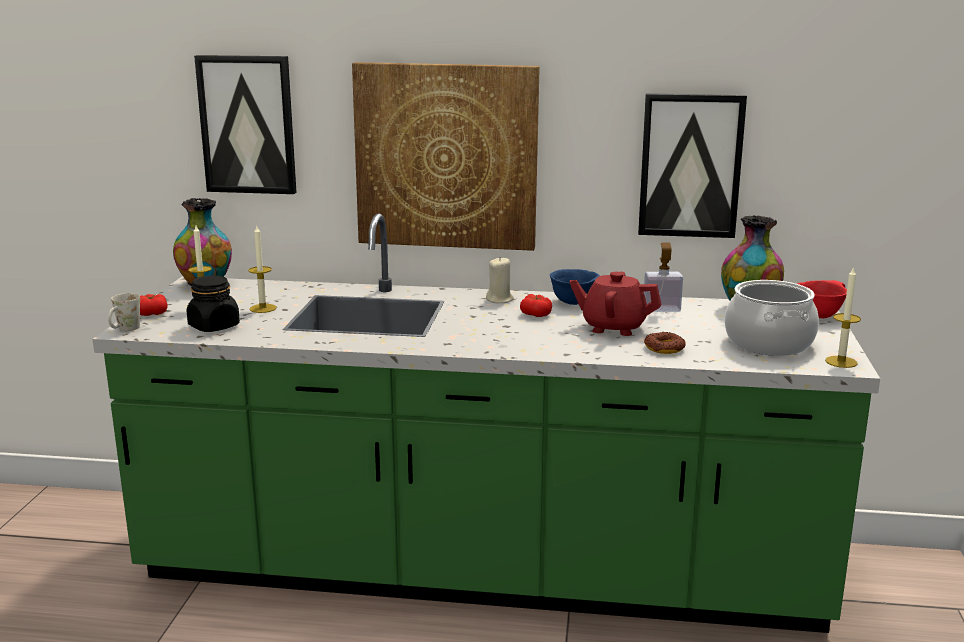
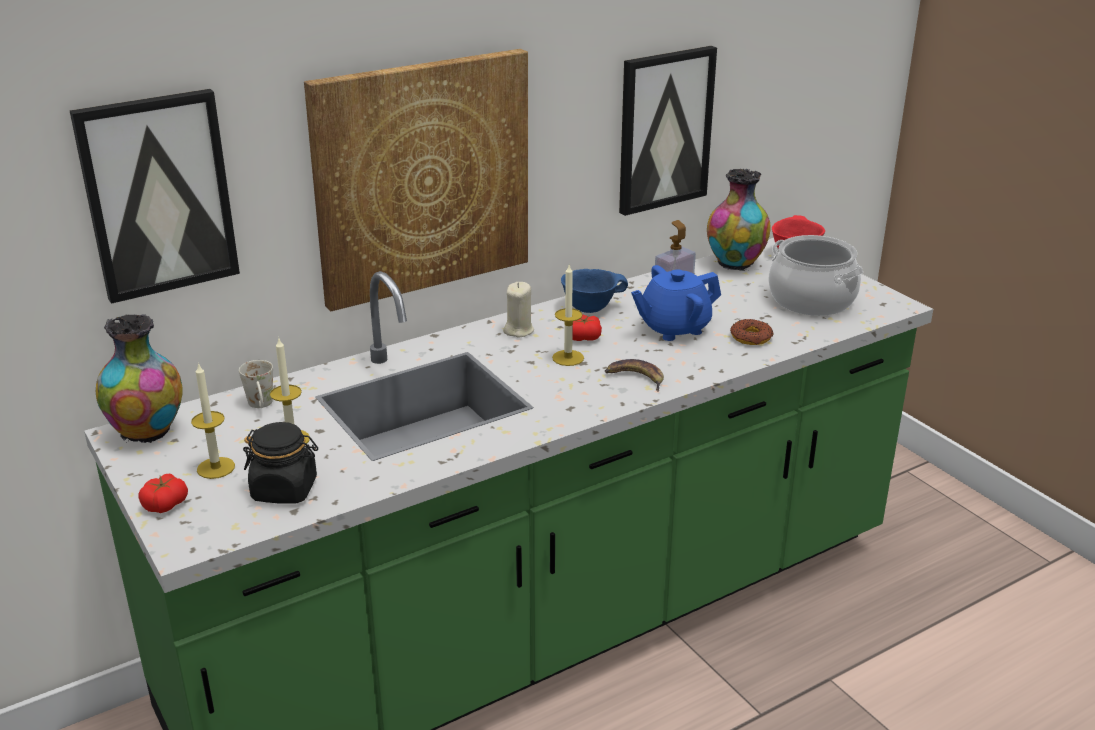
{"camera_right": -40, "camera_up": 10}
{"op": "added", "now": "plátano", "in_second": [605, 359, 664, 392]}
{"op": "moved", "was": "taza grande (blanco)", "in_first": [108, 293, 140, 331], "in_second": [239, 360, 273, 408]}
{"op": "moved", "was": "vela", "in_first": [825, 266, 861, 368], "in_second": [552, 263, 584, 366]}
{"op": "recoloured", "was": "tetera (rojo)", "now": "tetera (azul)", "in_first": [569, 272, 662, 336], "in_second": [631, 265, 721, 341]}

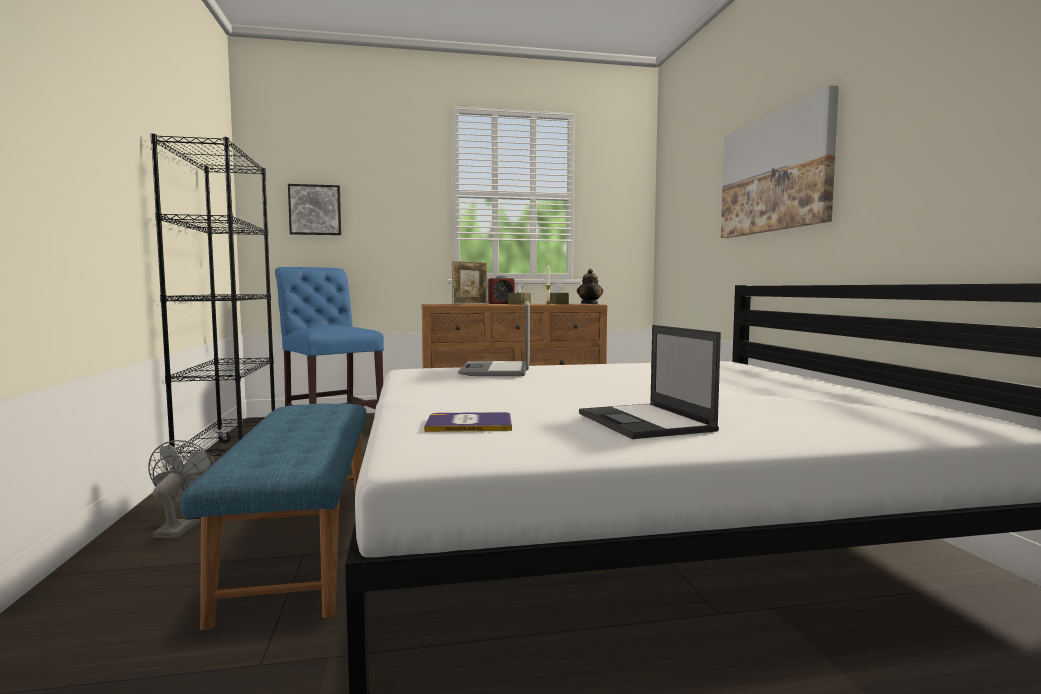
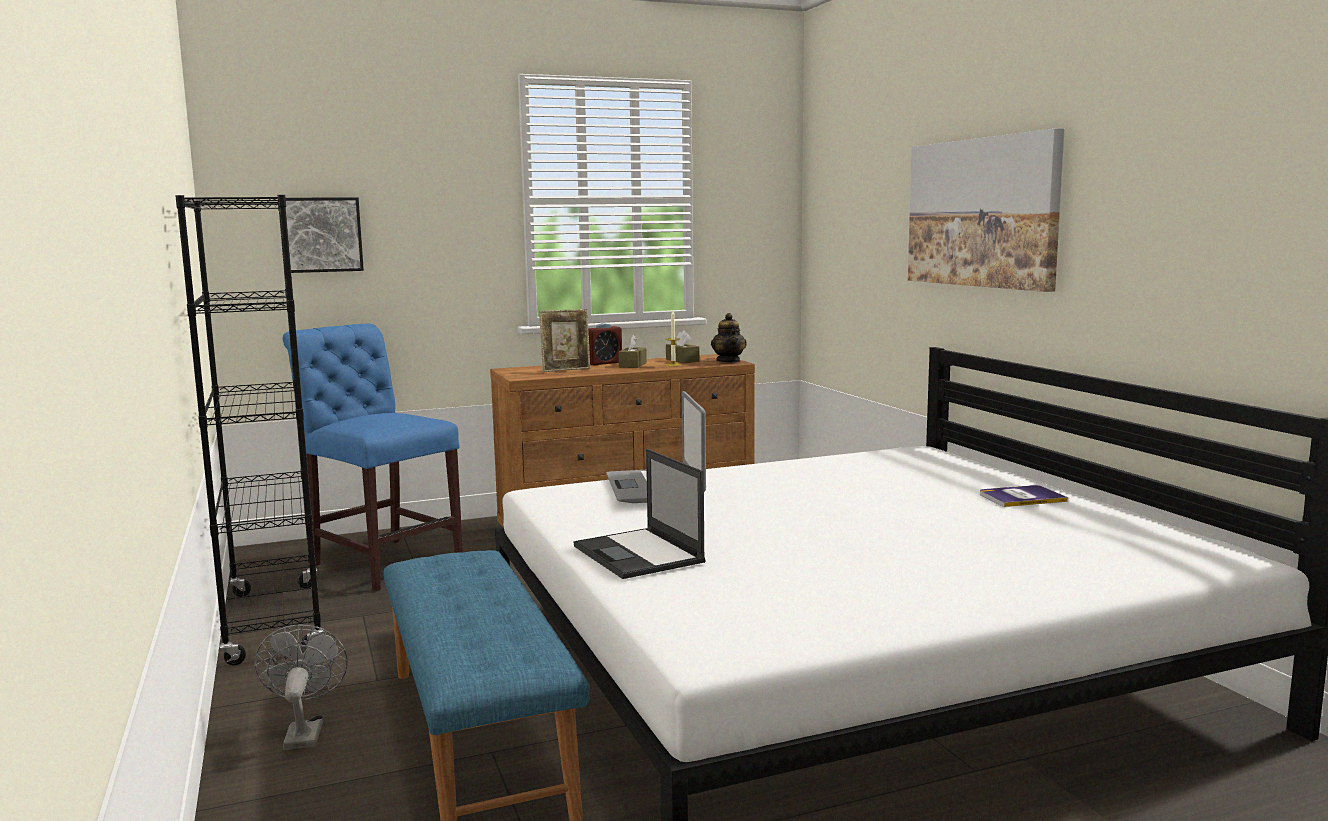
{"camera_right": -10, "camera_up": 5}
{"op": "moved", "was": "libro", "in_first": [424, 412, 512, 432], "in_second": [980, 485, 1068, 507]}
{"op": "moved", "was": "portátil", "in_first": [579, 325, 721, 439], "in_second": [574, 449, 706, 579]}

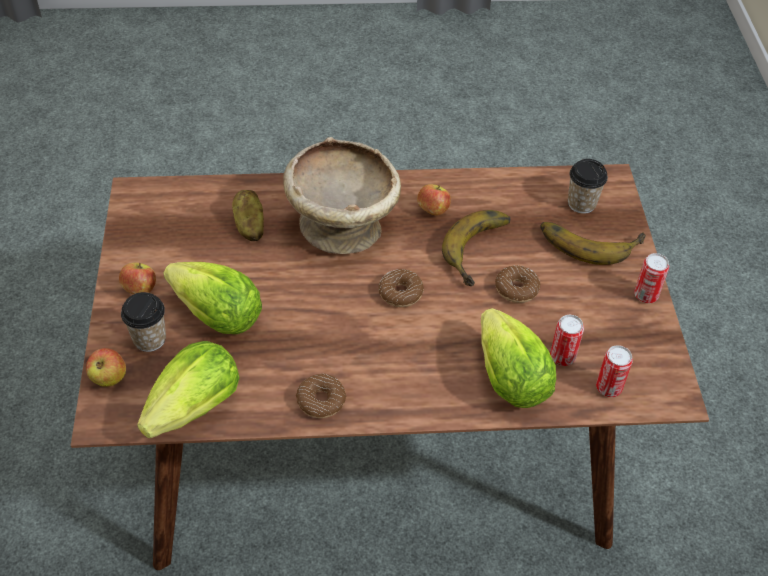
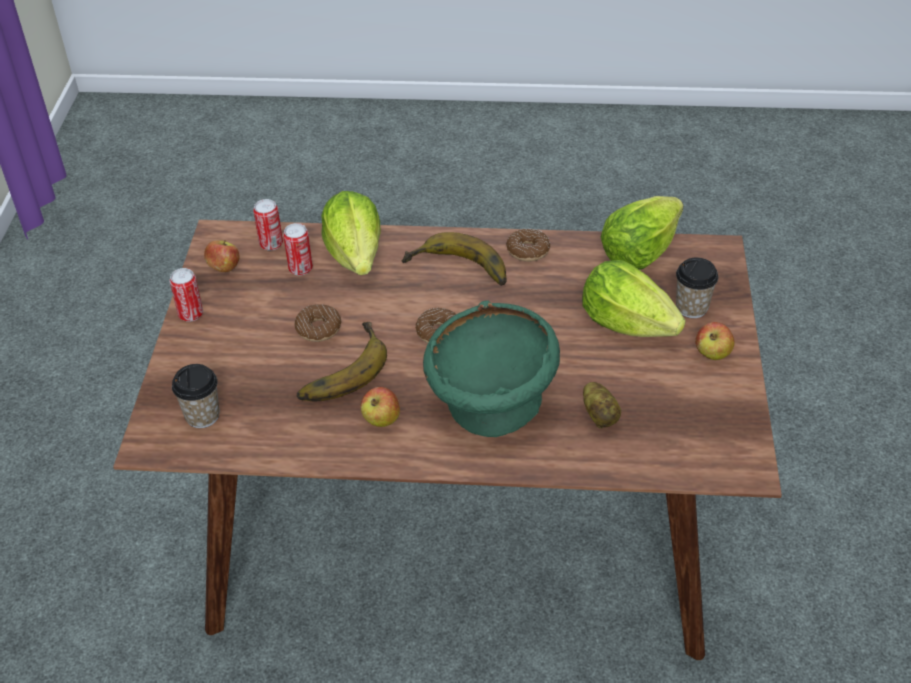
{"camera_right": -170, "camera_up": -5}
{"op": "moved", "was": "manzana", "in_first": [86, 348, 126, 387], "in_second": [204, 240, 240, 272]}
{"op": "moved", "was": "plátano", "in_first": [540, 222, 646, 265], "in_second": [402, 232, 507, 286]}
{"op": "recoloured", "was": "cuenco (beis)", "now": "cuenco (verde)", "in_first": [283, 137, 401, 254], "in_second": [423, 301, 560, 437]}

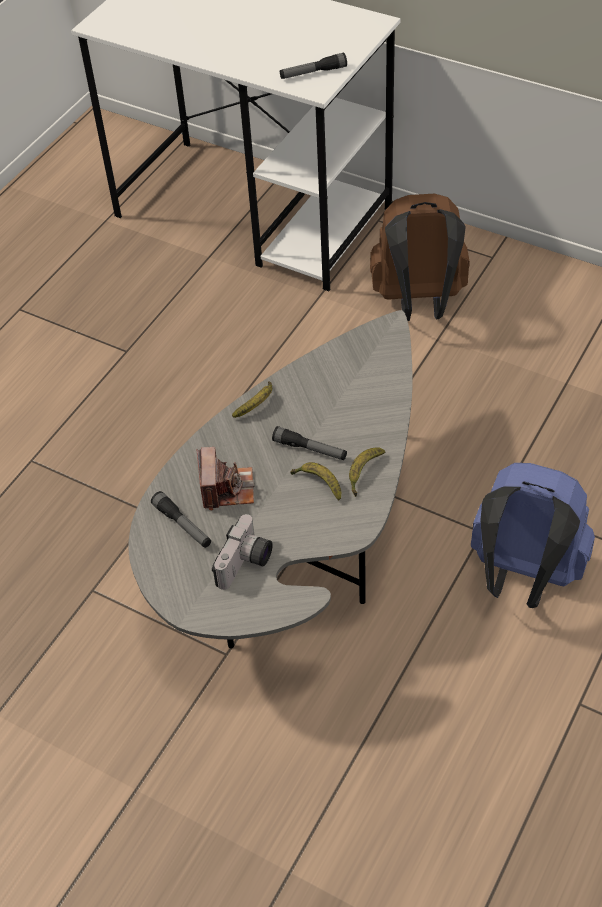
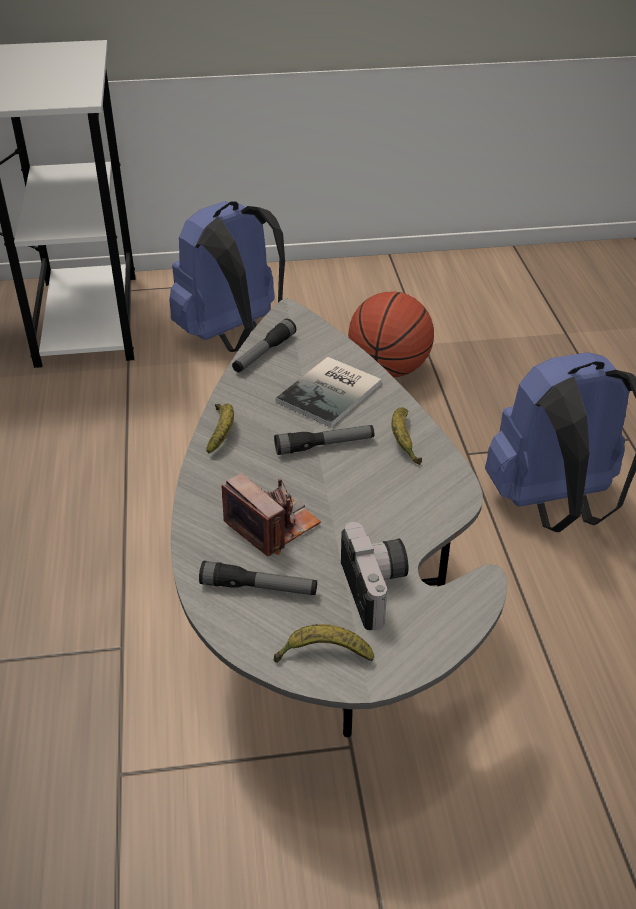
{"camera_right": -40, "camera_up": -10}
{"op": "added", "now": "libro", "in_second": [276, 357, 381, 427]}
{"op": "added", "now": "balón de baloncesto", "in_second": [348, 291, 434, 377]}
{"op": "moved", "was": "linterna", "in_first": [280, 53, 347, 79], "in_second": [232, 318, 296, 372]}
{"op": "moved", "was": "plátano", "in_first": [290, 462, 341, 500], "in_second": [273, 624, 374, 663]}
{"op": "recoloured", "was": "mochila (marrón)", "now": "mochila (azul)", "in_first": [370, 194, 470, 321], "in_second": [169, 201, 285, 352]}

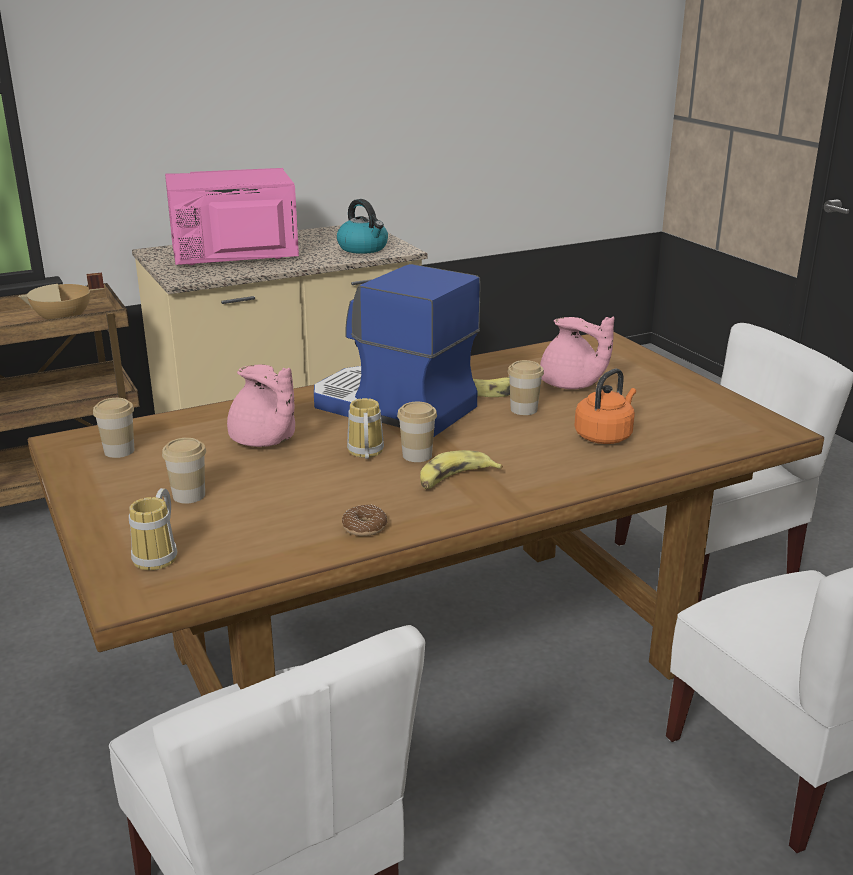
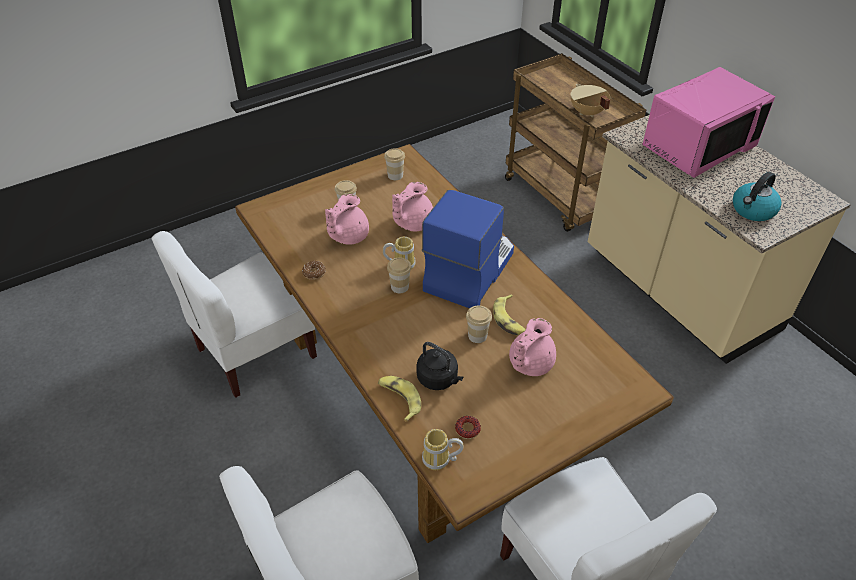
{"camera_right": 85, "camera_up": 20}
{"op": "added", "now": "tetera (rosa)", "in_second": [325, 194, 369, 245]}
{"op": "added", "now": "rosquilla", "in_second": [455, 416, 481, 439]}
{"op": "moved", "was": "taza grande", "in_first": [129, 488, 177, 570], "in_second": [422, 429, 463, 470]}
{"op": "moved", "was": "plátano", "in_first": [420, 450, 503, 489], "in_second": [378, 376, 421, 422]}
{"op": "recoloured", "was": "hervidor (naranja)", "now": "hervidor (negro)", "in_first": [574, 369, 636, 444], "in_second": [416, 342, 463, 390]}
{"op": "turned", "was": "microondas (rosa)", "in_first": [165, 168, 299, 265], "in_second": [642, 67, 775, 178], "clockwise": 75}

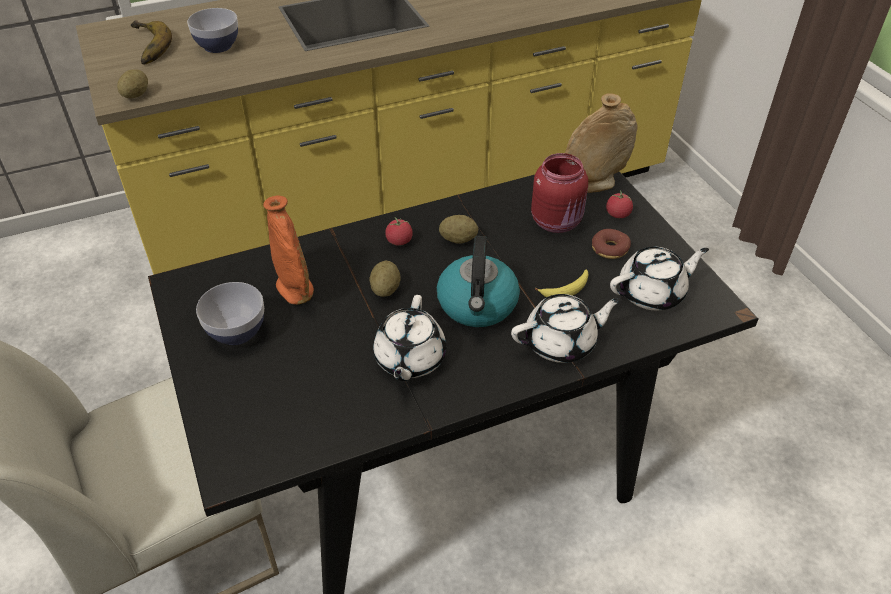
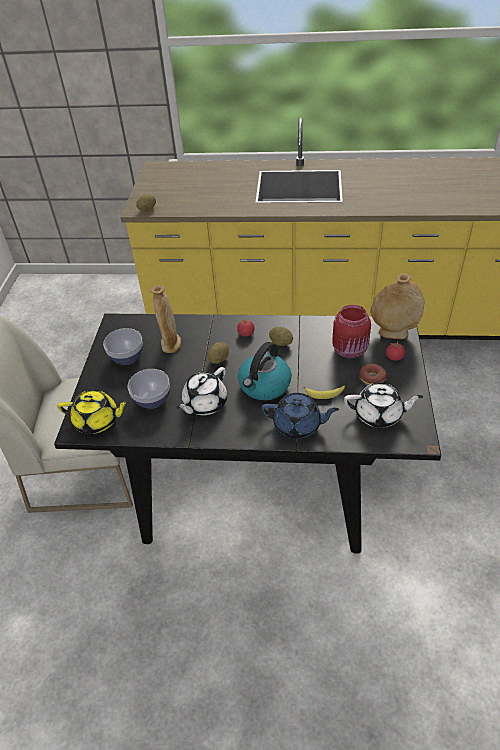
{"camera_right": 30, "camera_up": 0}
{"op": "removed", "was": "plátano", "in_first": [131, 20, 172, 65]}
{"op": "added", "now": "tetera (amarillo)", "in_second": [58, 390, 130, 434]}
{"op": "moved", "was": "cuenco", "in_first": [187, 8, 238, 53], "in_second": [128, 369, 170, 409]}
{"op": "recoloured", "was": "florero (naranja)", "now": "florero (beis)", "in_first": [263, 195, 314, 305], "in_second": [151, 285, 181, 353]}
{"op": "recoloured", "was": "tetera (blanco)", "now": "tetera (azul)", "in_first": [511, 294, 622, 363], "in_second": [261, 393, 339, 438]}

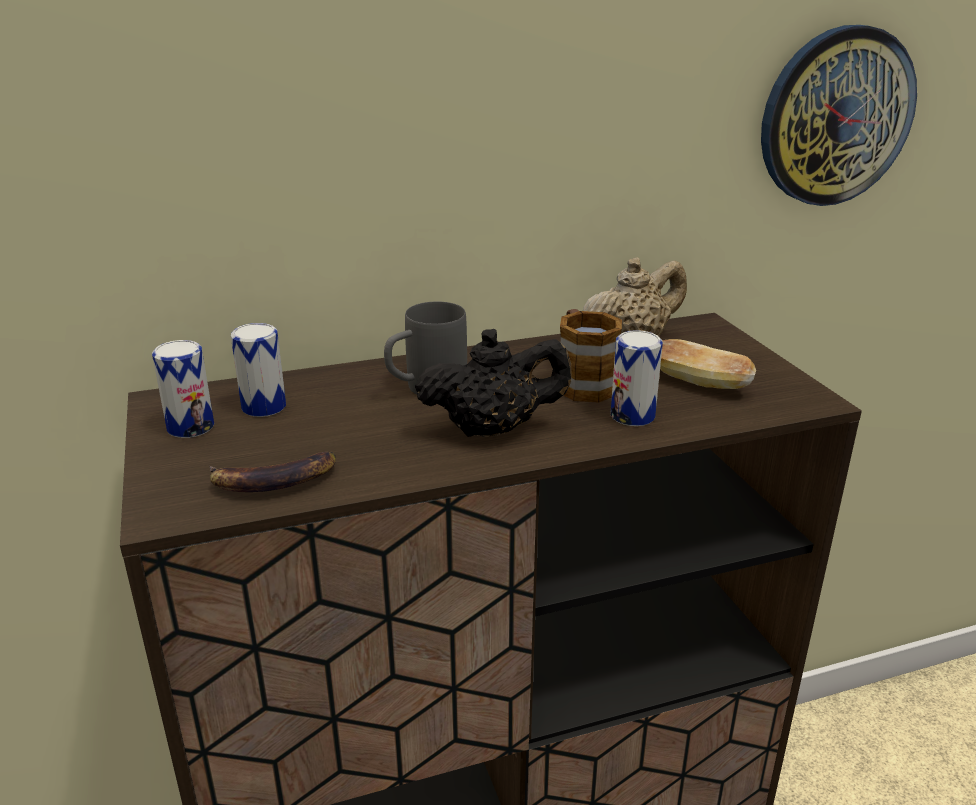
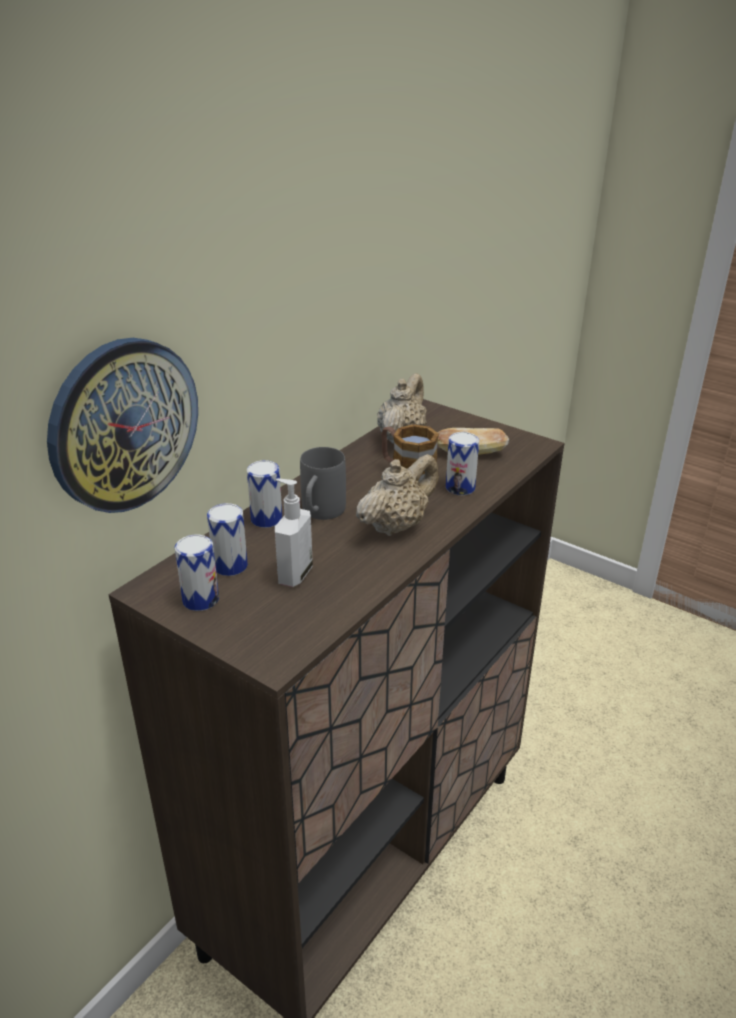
{"camera_right": -35, "camera_up": 5}
{"op": "removed", "was": "plátano", "in_first": [209, 452, 336, 492]}
{"op": "added", "now": "lata", "in_second": [247, 460, 282, 528]}
{"op": "added", "now": "dispensador de jabón", "in_second": [275, 478, 313, 587]}
{"op": "moved", "was": "reloj de pared", "in_first": [761, 25, 917, 206], "in_second": [47, 338, 198, 513]}
{"op": "recoloured", "was": "tetera (negro)", "now": "tetera (beis)", "in_first": [415, 329, 572, 437], "in_second": [356, 454, 439, 536]}

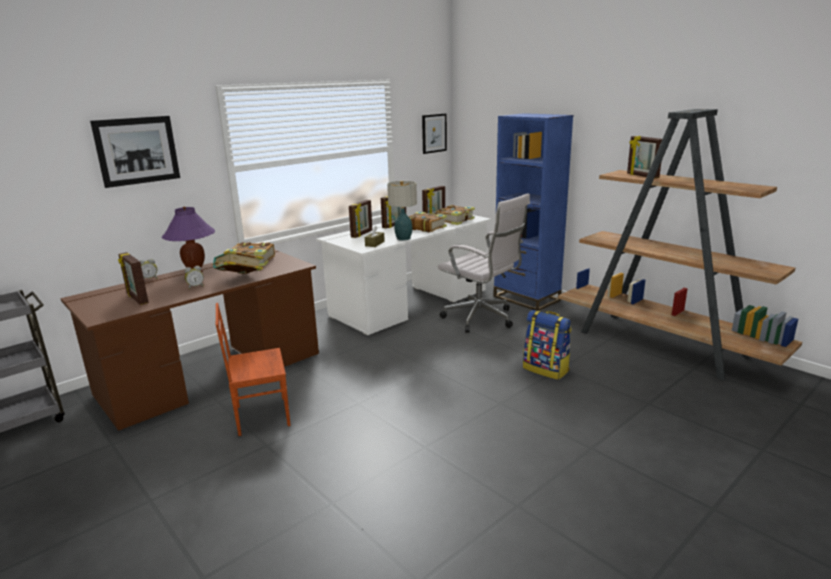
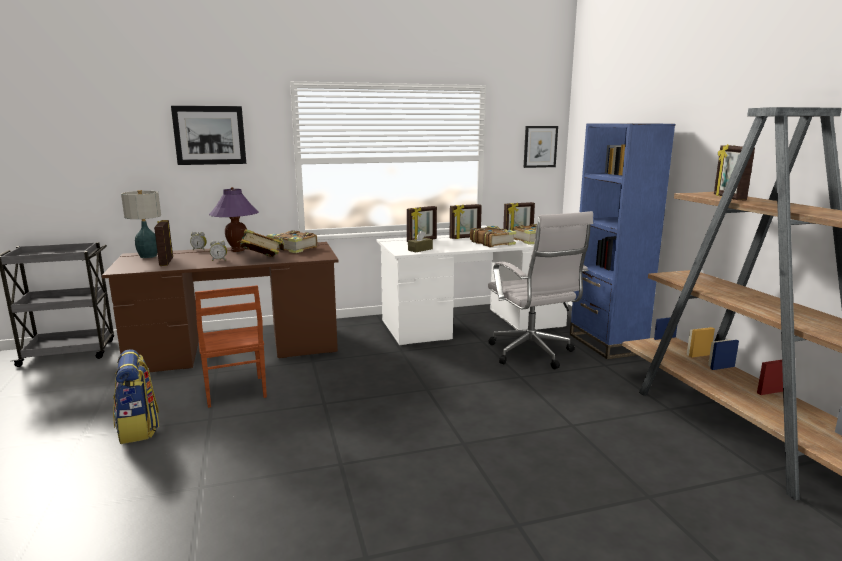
{"camera_right": 25, "camera_up": -5}
{"op": "moved", "was": "lámpara de mesa", "in_first": [387, 181, 417, 240], "in_second": [121, 190, 161, 258]}
{"op": "moved", "was": "mochila", "in_first": [523, 310, 572, 380], "in_second": [113, 349, 159, 444]}
{"op": "turned", "was": "silla (marrón)", "in_first": [216, 303, 291, 436], "in_second": [195, 285, 267, 408], "clockwise": -120}

